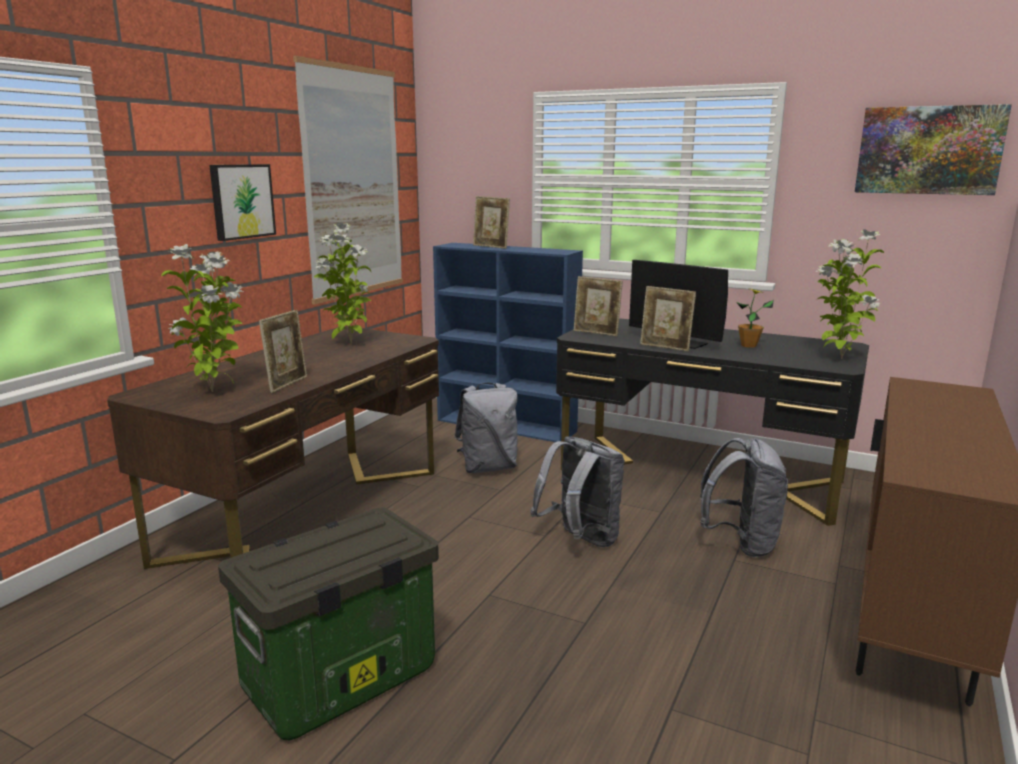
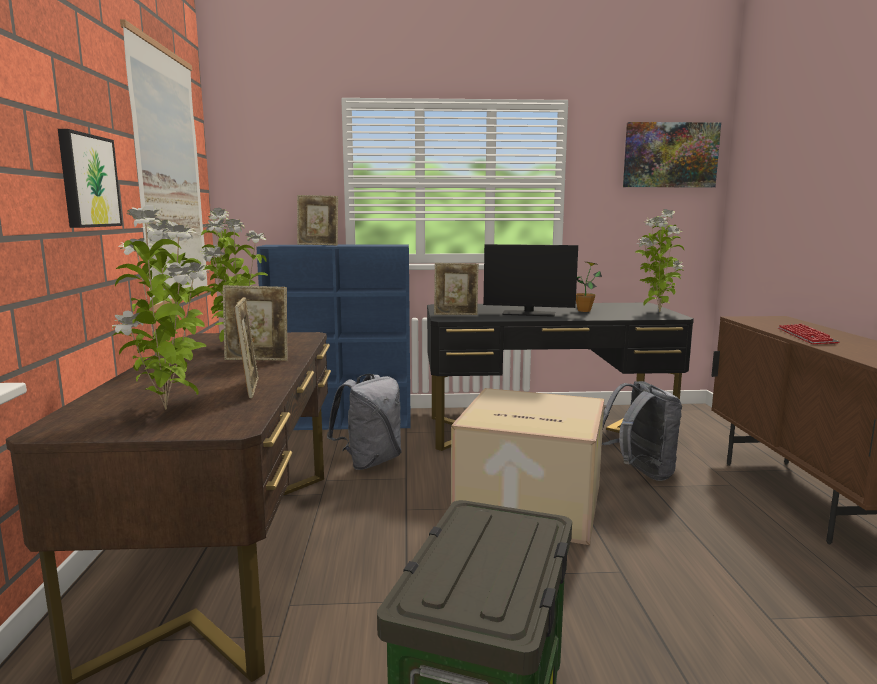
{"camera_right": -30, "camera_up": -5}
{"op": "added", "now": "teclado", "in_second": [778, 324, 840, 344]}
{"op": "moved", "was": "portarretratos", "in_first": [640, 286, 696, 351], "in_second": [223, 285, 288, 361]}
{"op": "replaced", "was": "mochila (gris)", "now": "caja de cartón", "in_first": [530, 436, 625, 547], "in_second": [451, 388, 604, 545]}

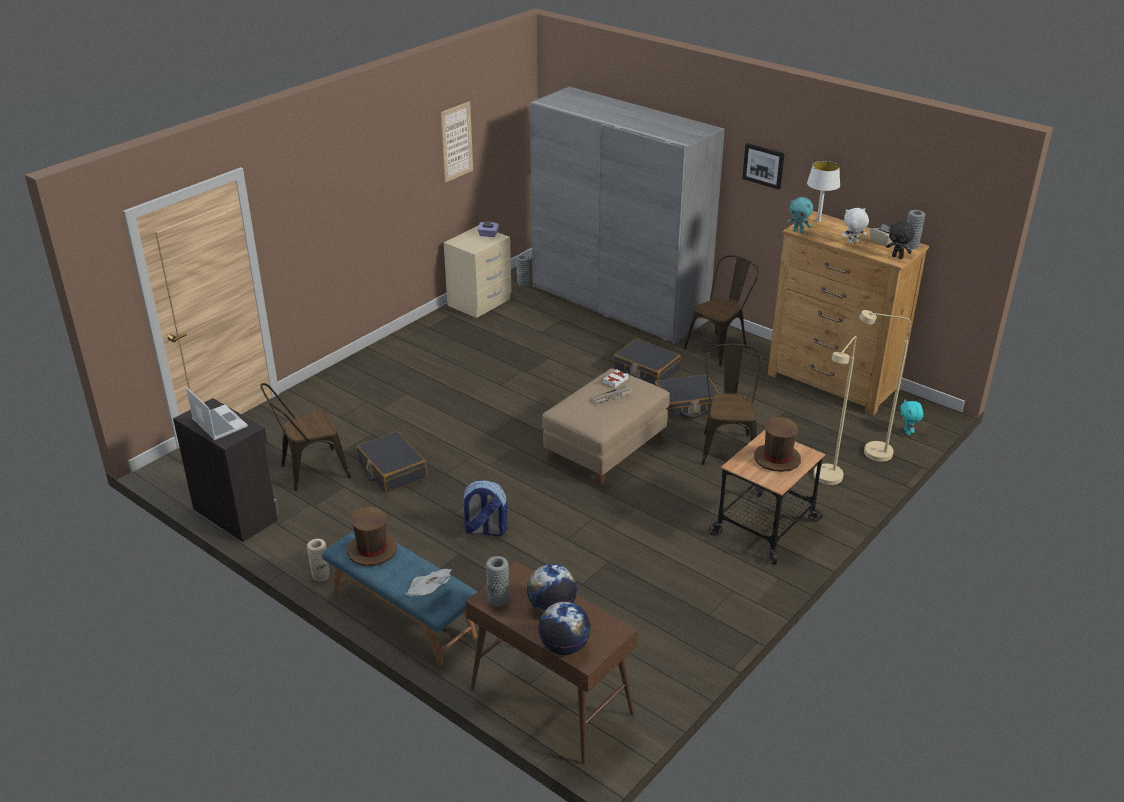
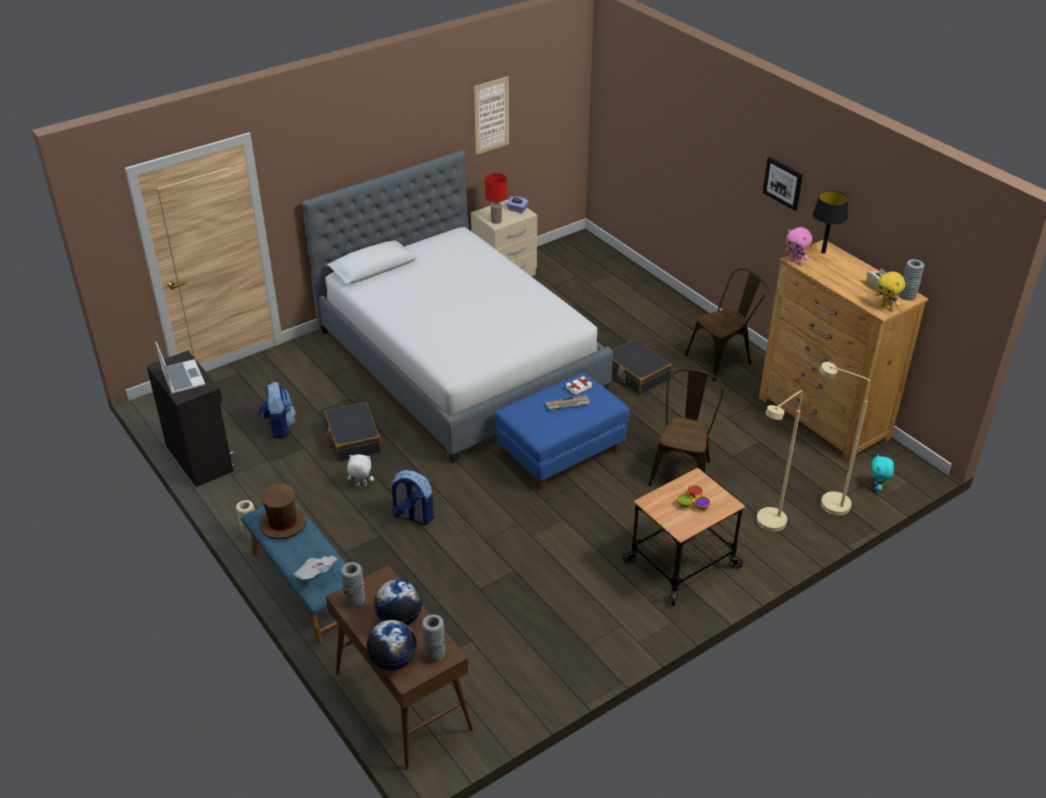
{"camera_right": 15, "camera_up": 5}
{"op": "removed", "was": "armario ropero (gris)", "in_first": [530, 86, 725, 344]}
{"op": "removed", "was": "maleta (negro)", "in_first": [654, 374, 720, 420]}
{"op": "added", "now": "cama", "in_second": [302, 150, 613, 463]}
{"op": "added", "now": "lámpara de mesa (rojo)", "in_second": [485, 173, 507, 224]}
{"op": "moved", "was": "florero (gris)", "in_first": [516, 255, 529, 286], "in_second": [422, 614, 445, 662]}
{"op": "moved", "was": "peluche (blanco)", "in_first": [842, 208, 869, 243], "in_second": [347, 454, 374, 486]}
{"op": "replaced", "was": "silla (marrón)", "now": "mochila", "in_first": [260, 383, 351, 491], "in_second": [258, 382, 296, 439]}
{"op": "replaced", "was": "sombrero (marrón)", "now": "cuenco", "in_first": [754, 417, 801, 472], "in_second": [677, 485, 710, 510]}
{"op": "recoloured", "was": "puf (beis)", "now": "puf (azul)", "in_first": [542, 368, 670, 486], "in_second": [495, 372, 629, 490]}
{"op": "recoloured", "was": "peluche (turquesa)", "now": "peluche (rosa)", "in_first": [787, 197, 813, 233], "in_second": [785, 227, 812, 264]}
{"op": "recoloured", "was": "lámpara de mesa (blanco)", "now": "lámpara de mesa (negro)", "in_first": [807, 161, 840, 222], "in_second": [812, 191, 848, 254]}
{"op": "recoloured", "was": "peluche (negro)", "now": "peluche (amarillo)", "in_first": [886, 222, 914, 259], "in_second": [875, 271, 905, 310]}

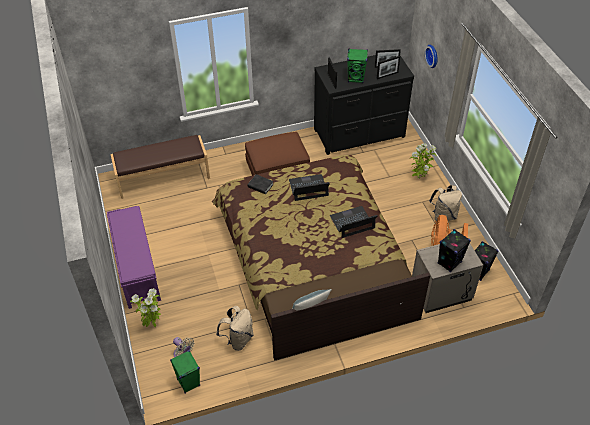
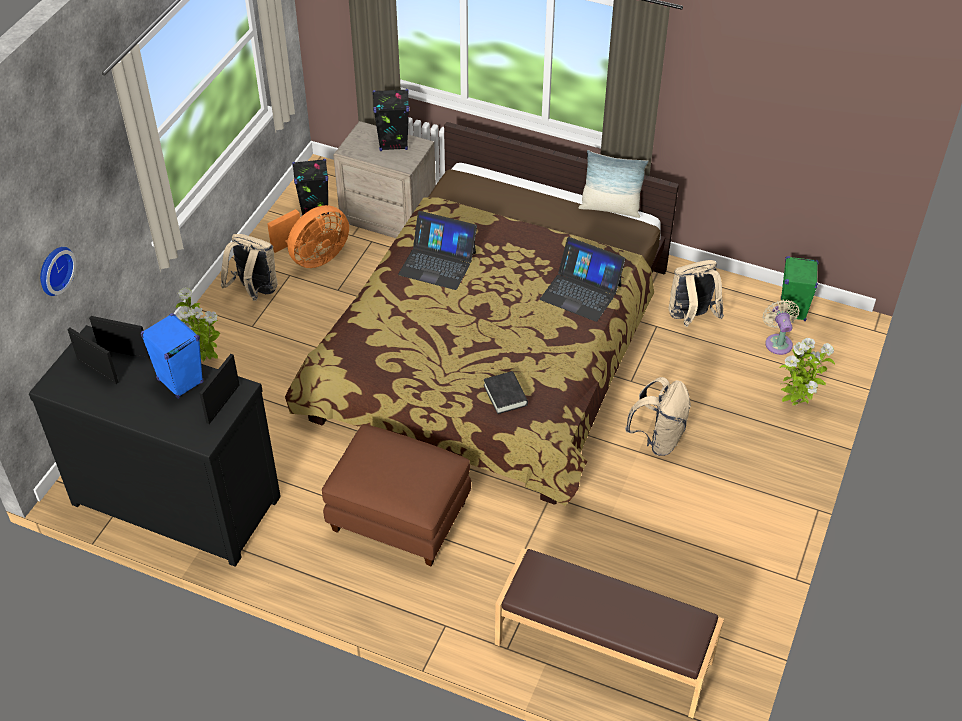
{"camera_right": -140, "camera_up": 0}
{"op": "removed", "was": "banco (morado)", "in_first": [107, 206, 161, 309]}
{"op": "added", "now": "mochila (beis)", "in_second": [625, 377, 691, 456]}
{"op": "moved", "was": "portátil", "in_first": [289, 174, 330, 201], "in_second": [540, 237, 626, 322]}
{"op": "recoloured", "was": "altavoz (verde)", "now": "altavoz (azul)", "in_first": [347, 49, 368, 83], "in_second": [141, 313, 203, 399]}

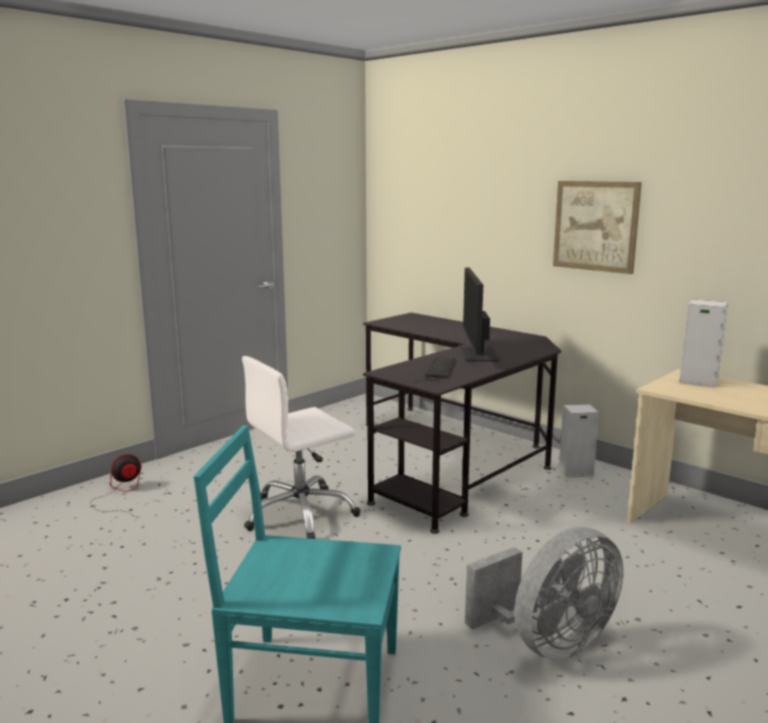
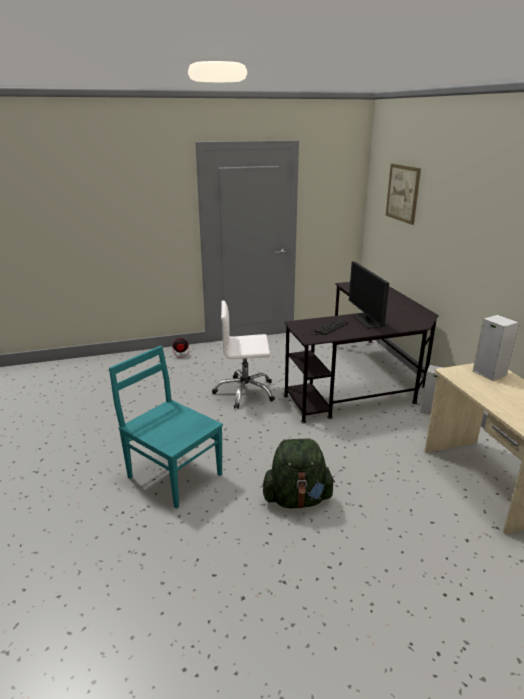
{"camera_right": 30, "camera_up": 10}
{"op": "moved", "was": "cuadro", "in_first": [553, 181, 642, 274], "in_second": [386, 163, 421, 225]}
{"op": "replaced", "was": "ventilador (gris)", "now": "mochila (verde)", "in_first": [465, 527, 623, 661], "in_second": [262, 438, 335, 509]}
{"op": "turned", "was": "monitor", "in_first": [461, 267, 499, 361], "in_second": [349, 261, 389, 329], "clockwise": -45}

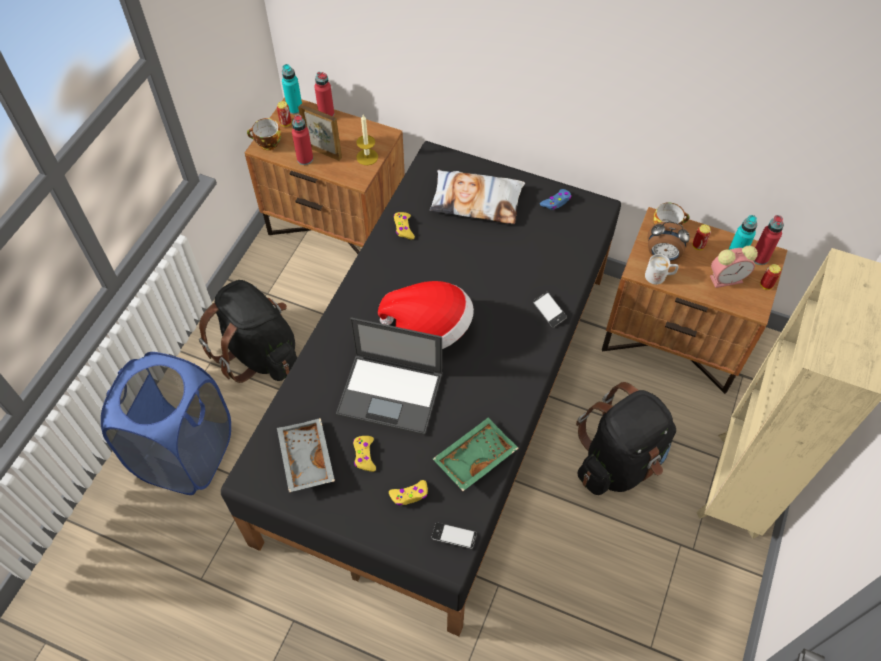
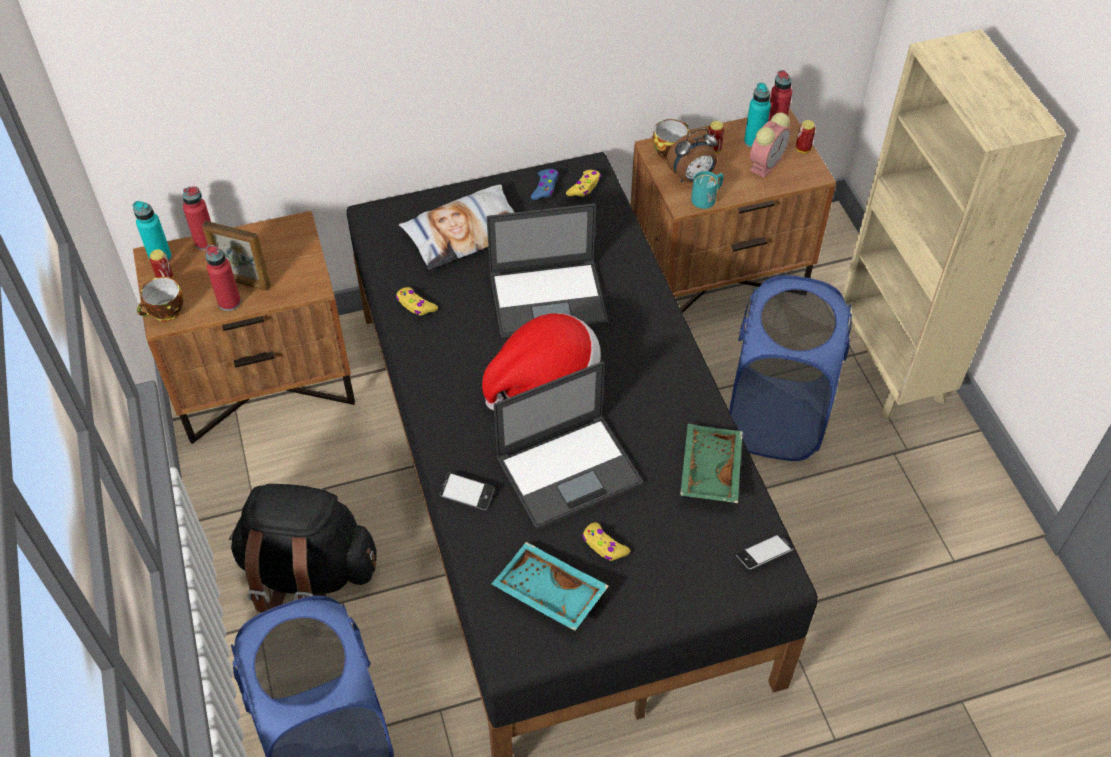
{"camera_right": -40, "camera_up": -5}
{"op": "removed", "was": "vela", "in_first": [356, 115, 378, 165]}
{"op": "added", "now": "portátil", "in_second": [487, 203, 608, 338]}
{"op": "moved", "was": "mando de consola (amarillo)", "in_first": [389, 480, 428, 506], "in_second": [566, 170, 601, 197]}
{"op": "moved", "was": "móvil", "in_first": [533, 291, 567, 328], "in_second": [440, 473, 495, 510]}
{"op": "replaced", "was": "mochila (negro)", "now": "cesto de la ropa (azul)", "in_first": [576, 382, 676, 495], "in_second": [729, 275, 852, 461]}
{"op": "recoloured", "was": "bandeja (gris)", "now": "bandeja (turquesa)", "in_first": [277, 418, 335, 492], "in_second": [491, 542, 609, 631]}
{"op": "recoloured", "was": "taza grande (blanco)", "now": "taza grande (turquesa)", "in_first": [645, 254, 679, 284], "in_second": [691, 171, 723, 209]}
{"op": "turned", "was": "portarretratos", "in_first": [298, 104, 342, 161], "in_second": [202, 221, 271, 291], "clockwise": -150}

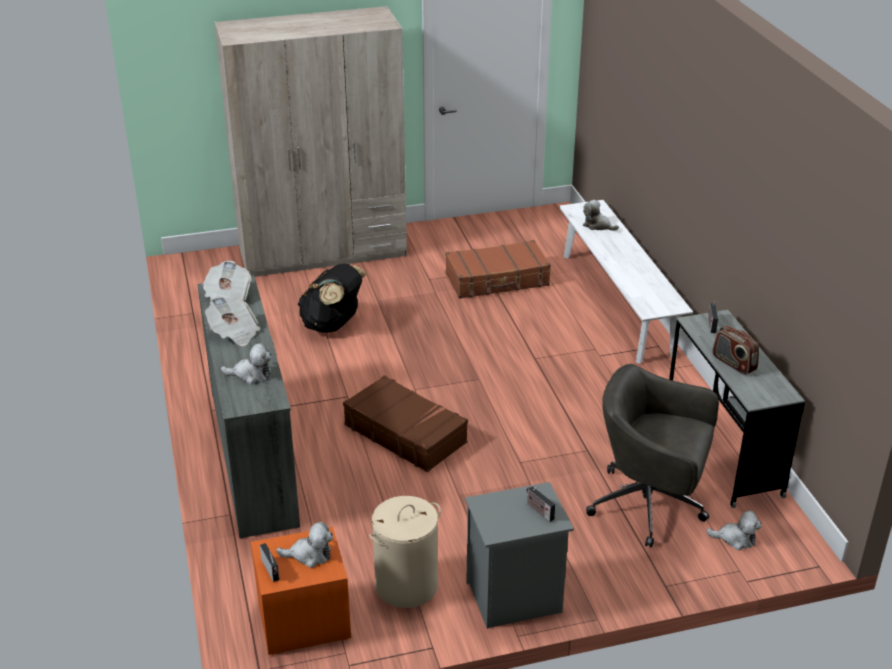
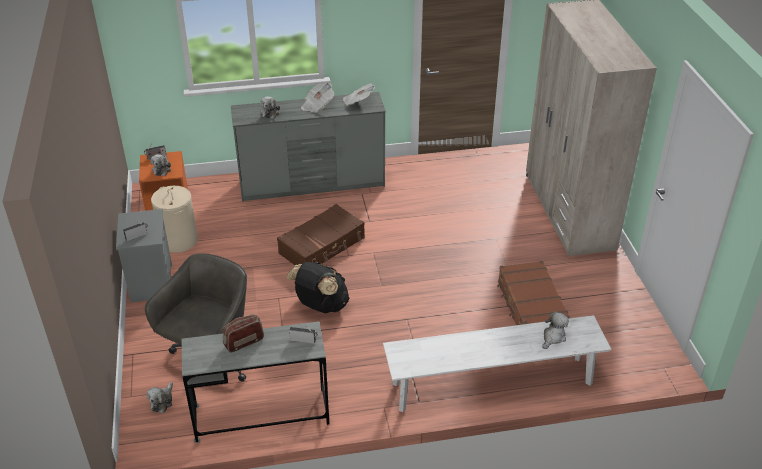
{"camera_right": 95, "camera_up": 5}
{"op": "moved", "was": "mochila (negro)", "in_first": [298, 264, 367, 333], "in_second": [287, 262, 349, 313]}

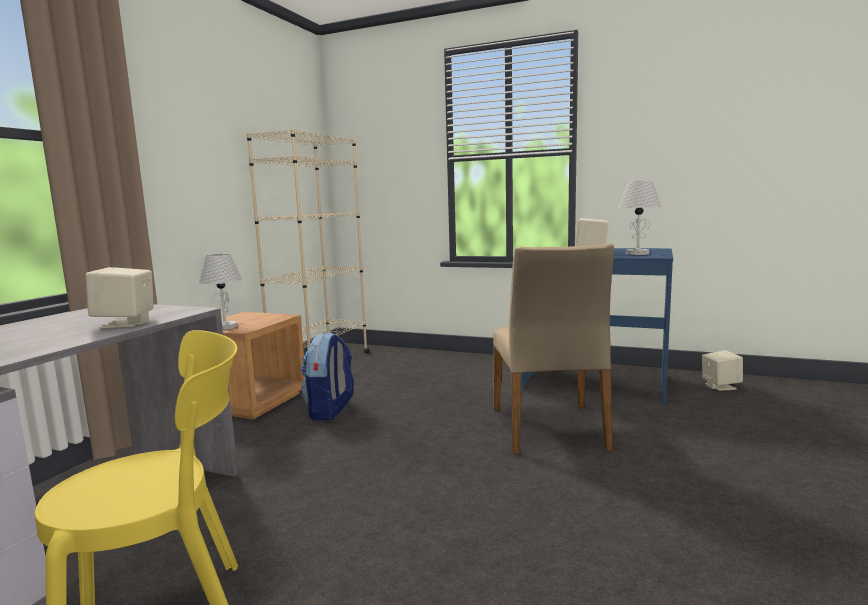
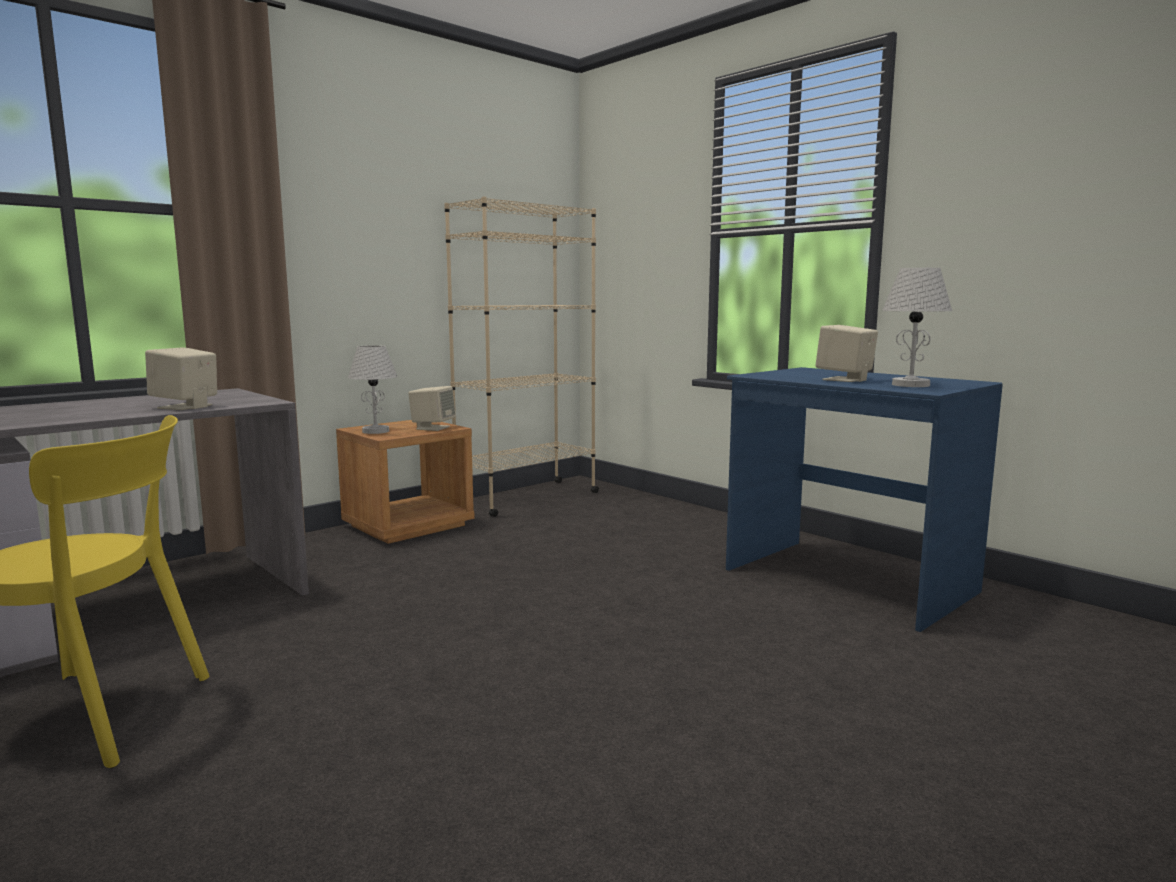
{"camera_right": 25, "camera_up": 0}
{"op": "removed", "was": "mochila", "in_first": [301, 332, 354, 421]}
{"op": "removed", "was": "silla (beis)", "in_first": [493, 243, 614, 455]}
{"op": "moved", "was": "altavoz (beis)", "in_first": [702, 350, 743, 391], "in_second": [408, 386, 456, 431]}

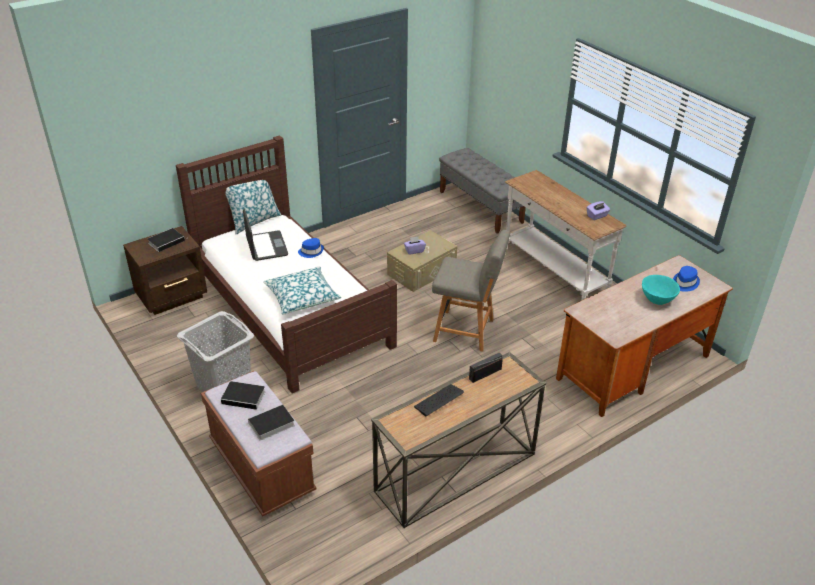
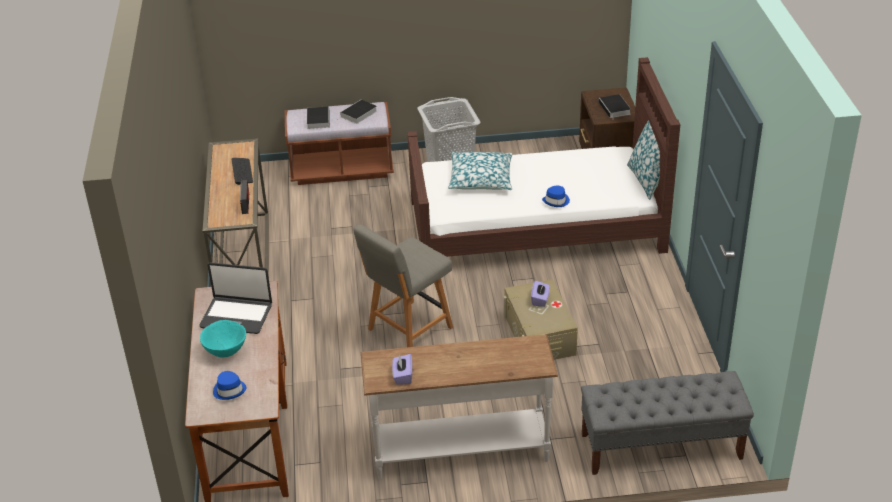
{"camera_right": 120, "camera_up": 0}
{"op": "moved", "was": "portátil", "in_first": [243, 208, 288, 261], "in_second": [200, 263, 272, 334]}

